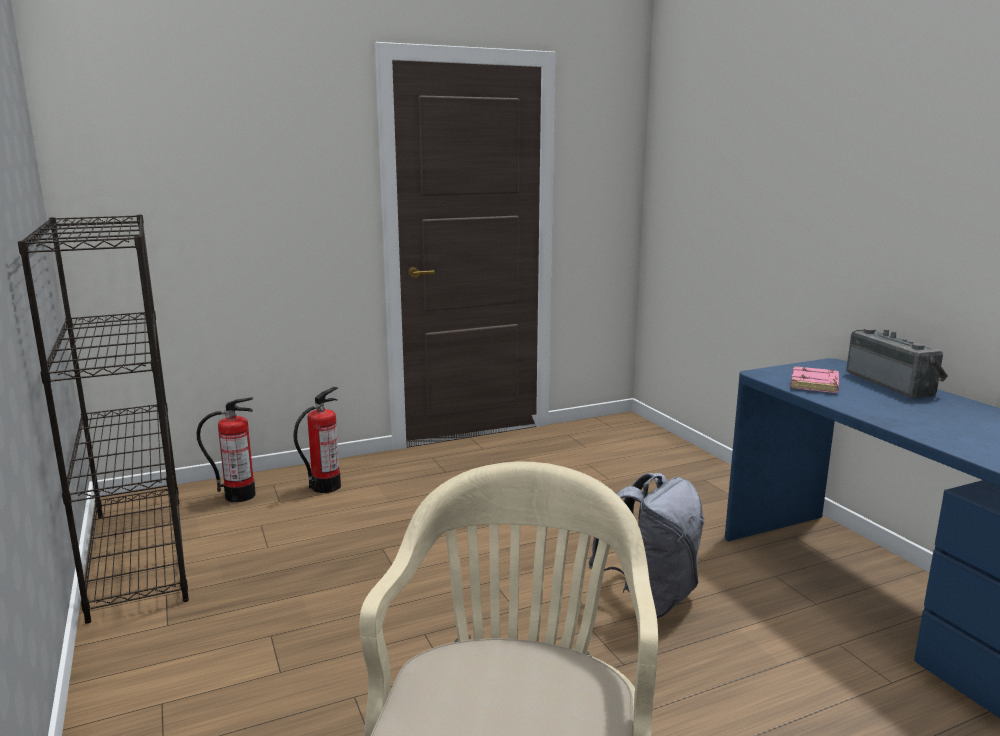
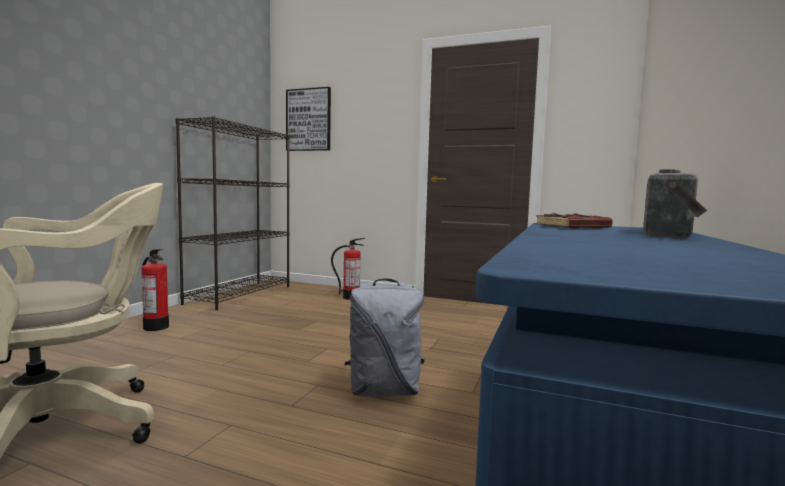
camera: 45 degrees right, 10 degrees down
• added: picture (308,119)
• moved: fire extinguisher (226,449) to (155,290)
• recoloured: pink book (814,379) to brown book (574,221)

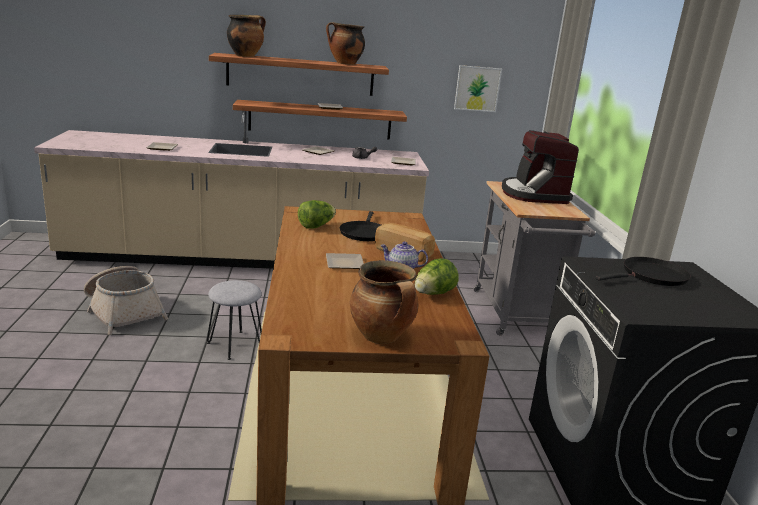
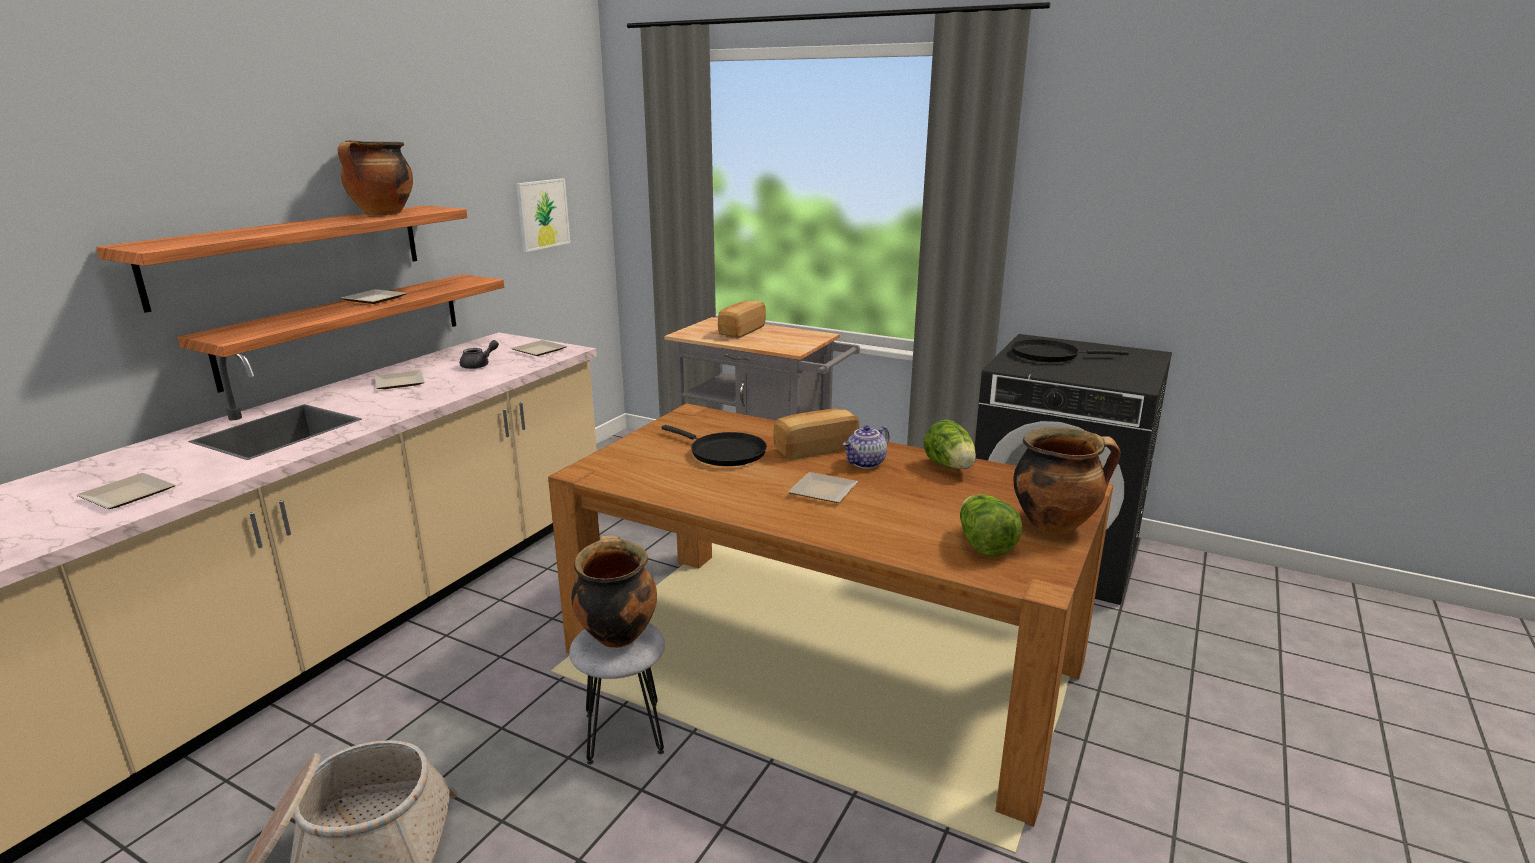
camera: 55 degrees left, 0 degrees up
• moved: cooking pot (246,36) to (614,592)
• moved: lettuce (317,214) to (991,525)
• replaced: coffee machine (540,167) to bread (742,319)
• turned: black frying pan (643,271) = (1070,350) 90 degrees counterclockwise

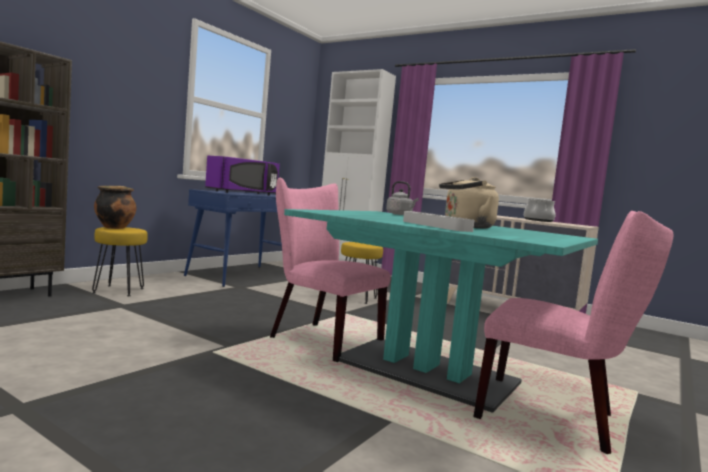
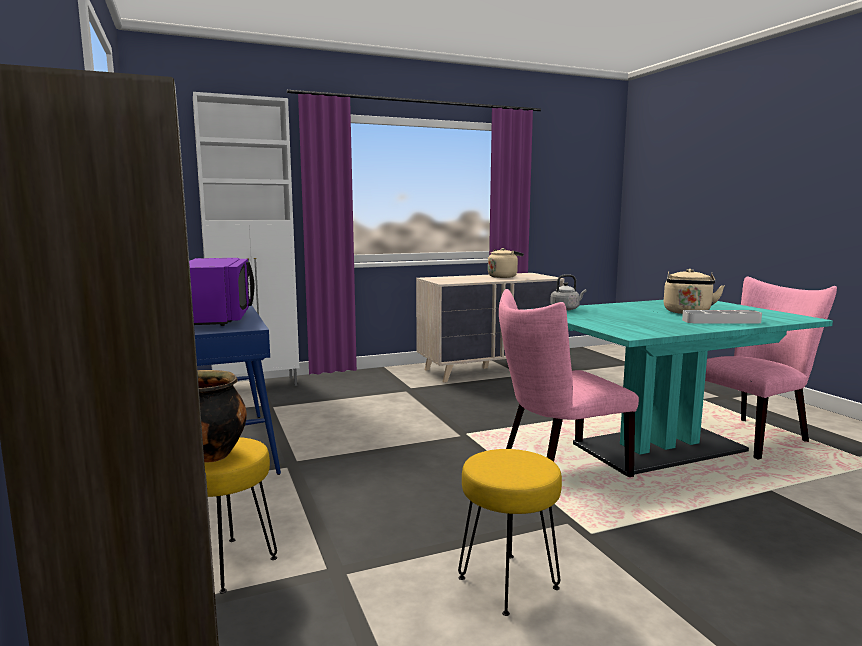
camera: 55 degrees left, 5 degrees up
• moved: yellow stool (362,273) to (510,532)
• replaced: cooking pot (540,210) to beige kettle (506,263)

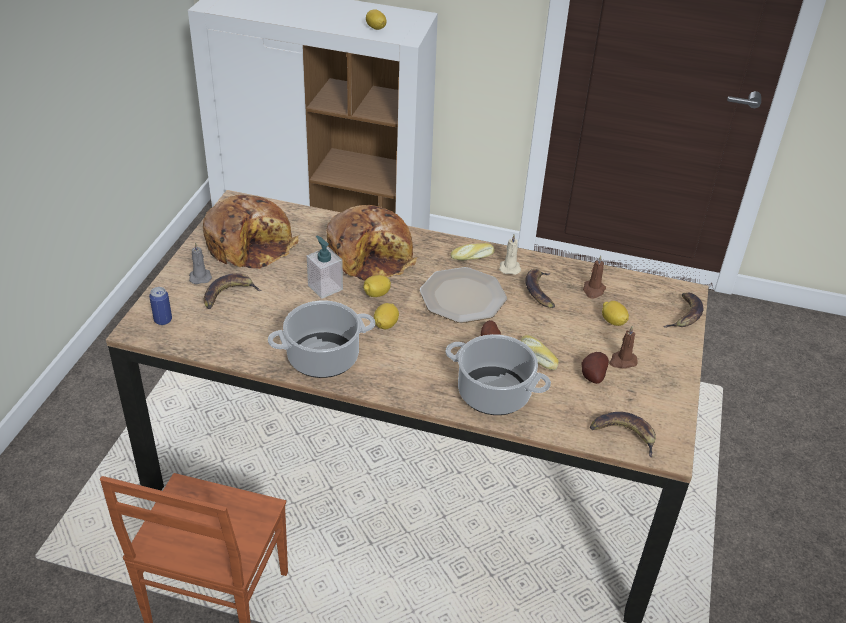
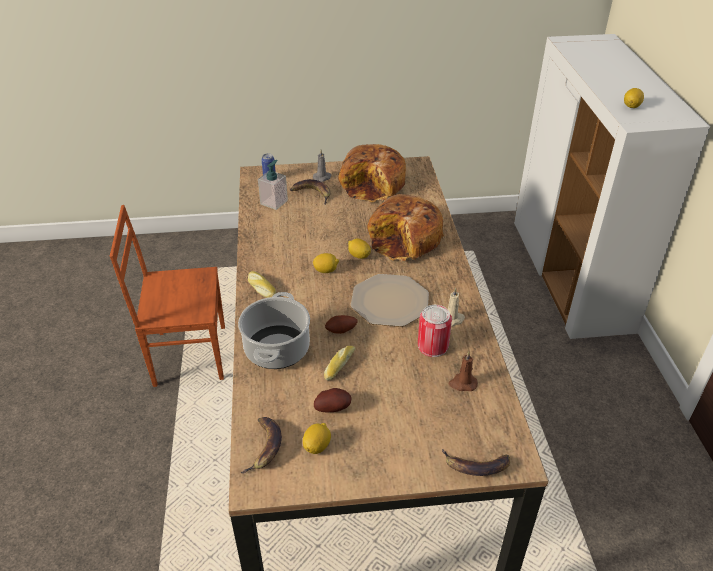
camera: 70 degrees right, 0 degrees up
• removed: cooking pot (321,339)
• removed: brown candle (623,347)
• moved: soap dispenser (325,267) to (273,185)
• moved: bread (472,251) to (262,284)
• moved: lemon (615,313) to (317,438)
• replaced: banana (540,288) to can (435,331)

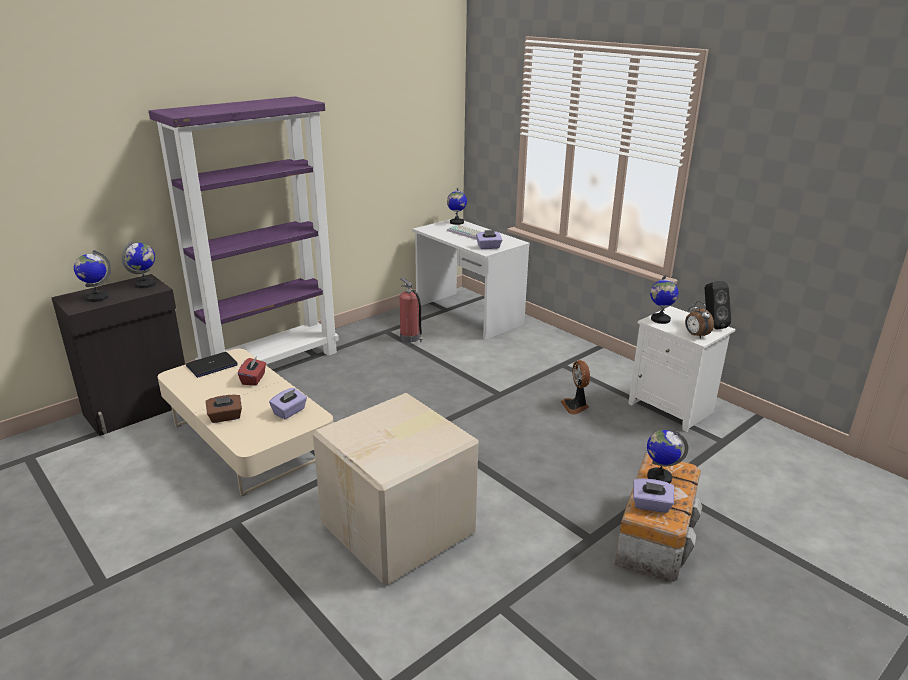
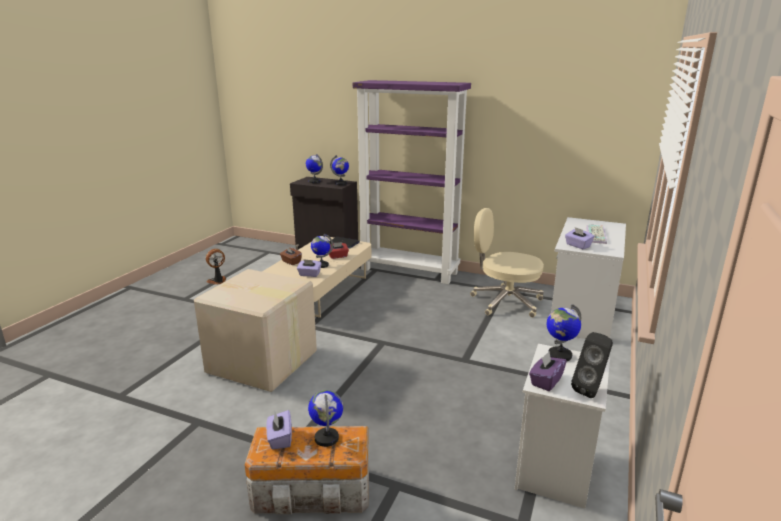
camera: 65 degrees right, 5 degrees down
• moved: globe (457,206) to (322,251)
• moved: fan (575,387) to (216,267)
• replaced: fire extinguisher (411,310) to beige office chair (507,263)
• replaced: alarm clock (699,320) to purple tissue box (548,371)

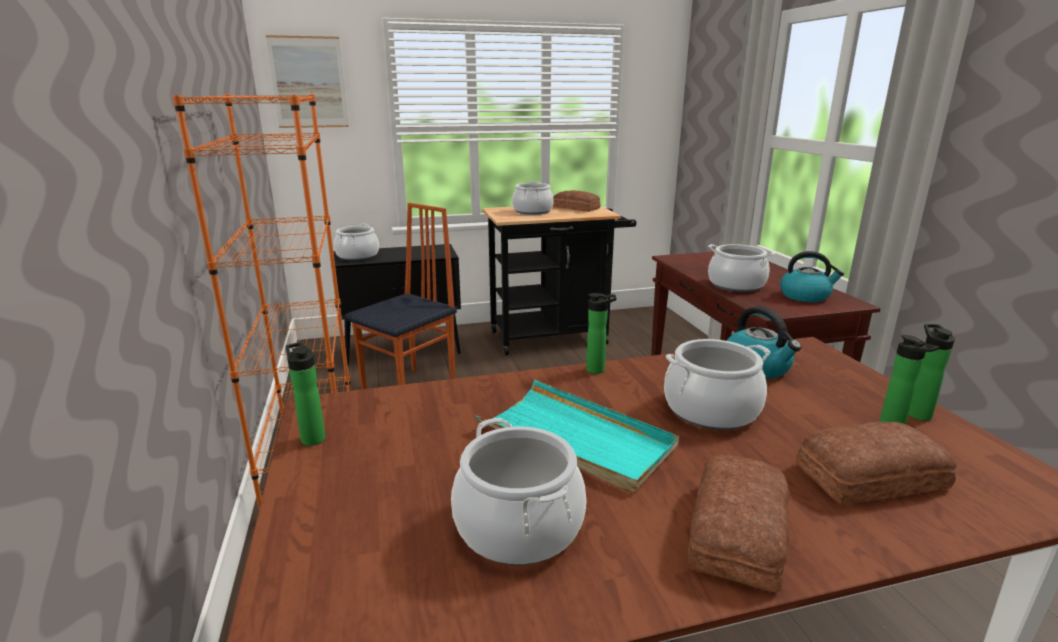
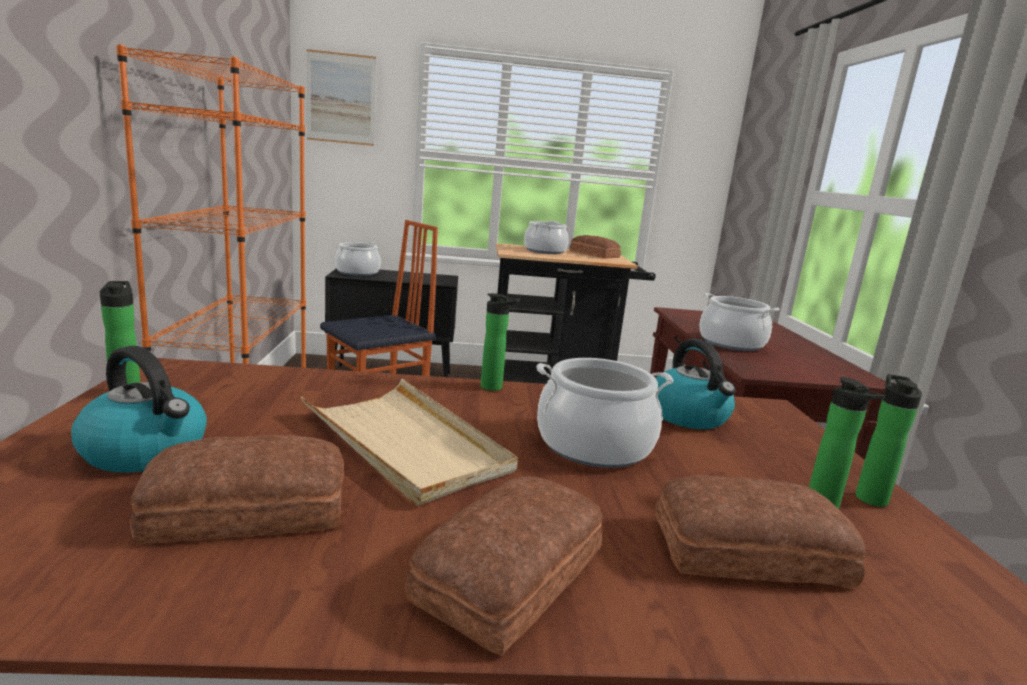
camera: 10 degrees right, 5 degrees down
• moved: kettle (812,276) to (139,409)
• replaced: cooking pot (518,491) to bread (237,489)
• recoloured: turquoise tray (577,436) to beige tray (409,442)

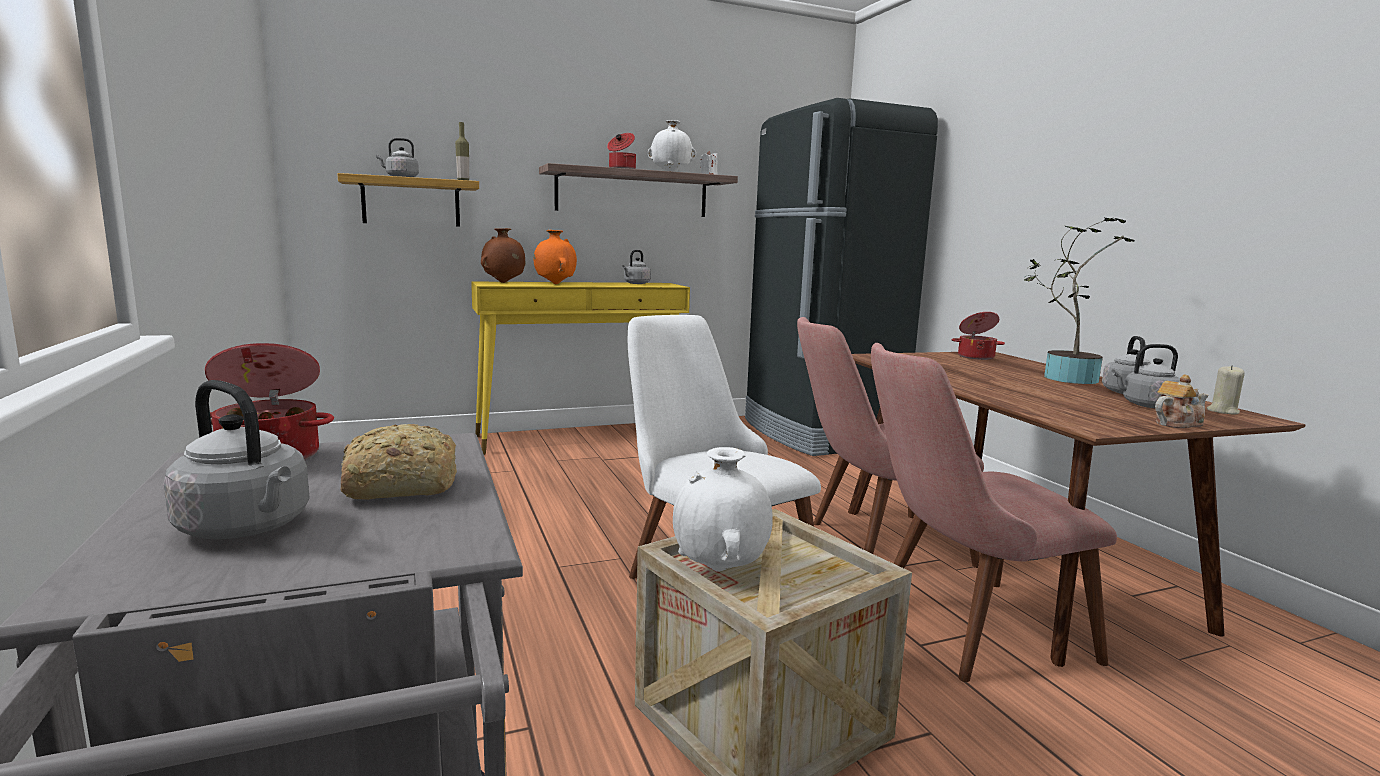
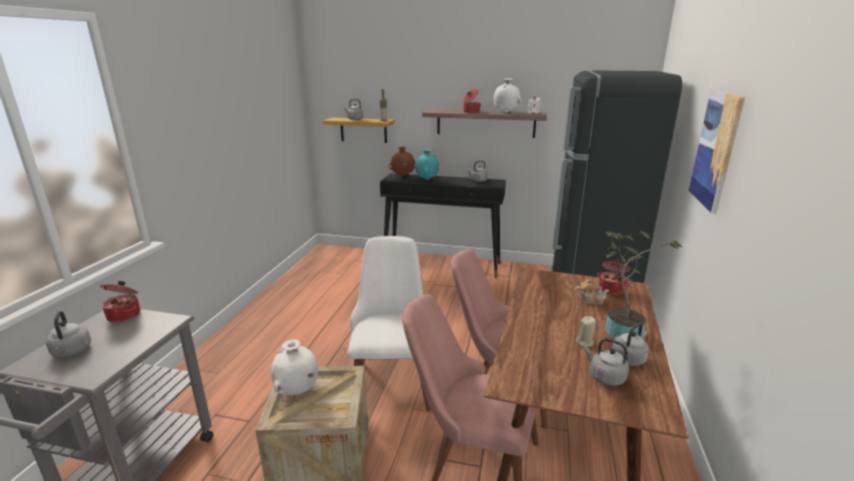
camera: 35 degrees right, 10 degrees up
• removed: bread (399,462)
• added: picture (717,152)
• moved: teapot (1182,401) to (592,292)
• moved: beige candle (1226,389) to (586,331)
• recoloured: yellow console table (580,368) to black console table (443,225)
• recoloured: orange vase (555,257) to turquoise vase (427,164)

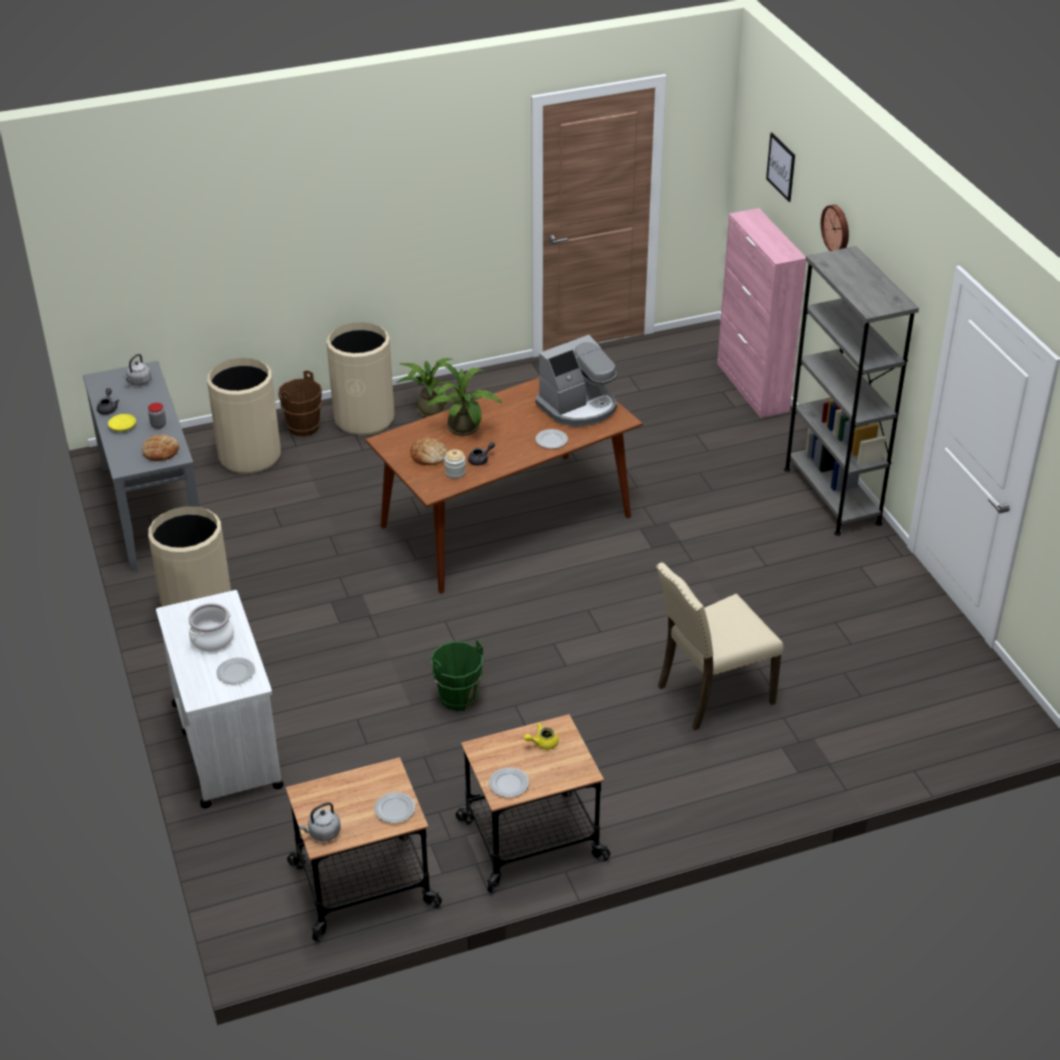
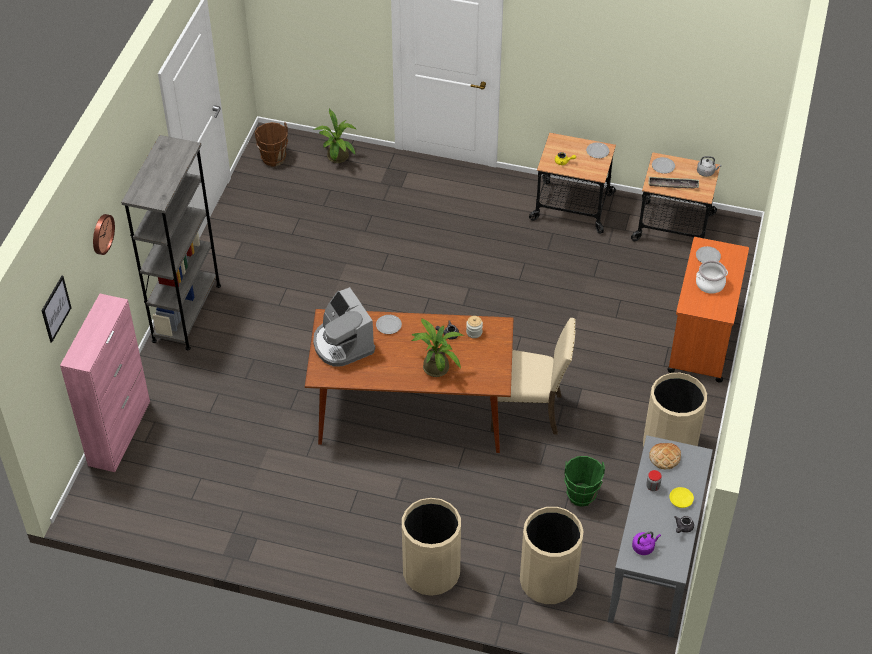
camera: 145 degrees left, 10 degrees up
• removed: bread (429,451)
• added: tray (674,183)
• moved: brown bucket (300,403) to (271,144)
• moved: potted plant (427,387) to (335,136)
• moved: green bucket (456,675) to (584,481)
• moved: beige chair (720,646) to (533,376)
• recoloured: grey kettle (137,369) to purple kettle (646,543)
• recoloured: white cart (220,699) to orange cart (708,310)
• turned: coffee machine (576,381) = (344,327) 120 degrees counterclockwise

